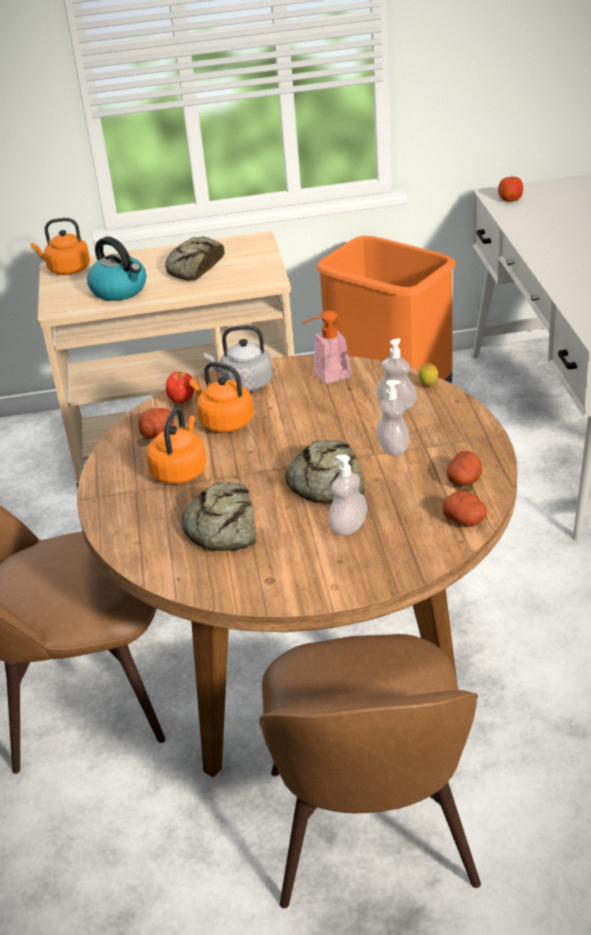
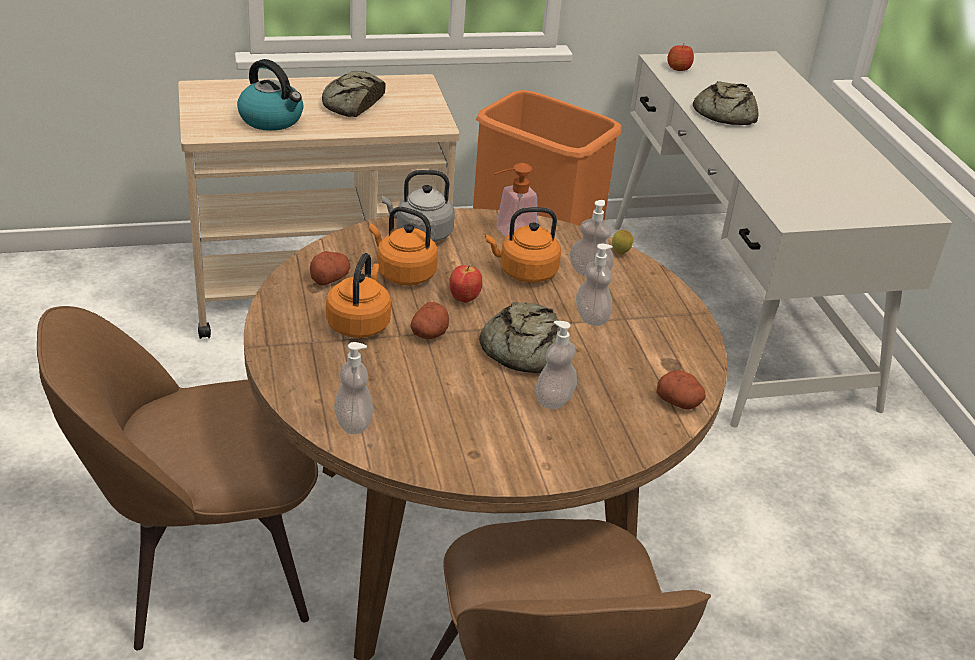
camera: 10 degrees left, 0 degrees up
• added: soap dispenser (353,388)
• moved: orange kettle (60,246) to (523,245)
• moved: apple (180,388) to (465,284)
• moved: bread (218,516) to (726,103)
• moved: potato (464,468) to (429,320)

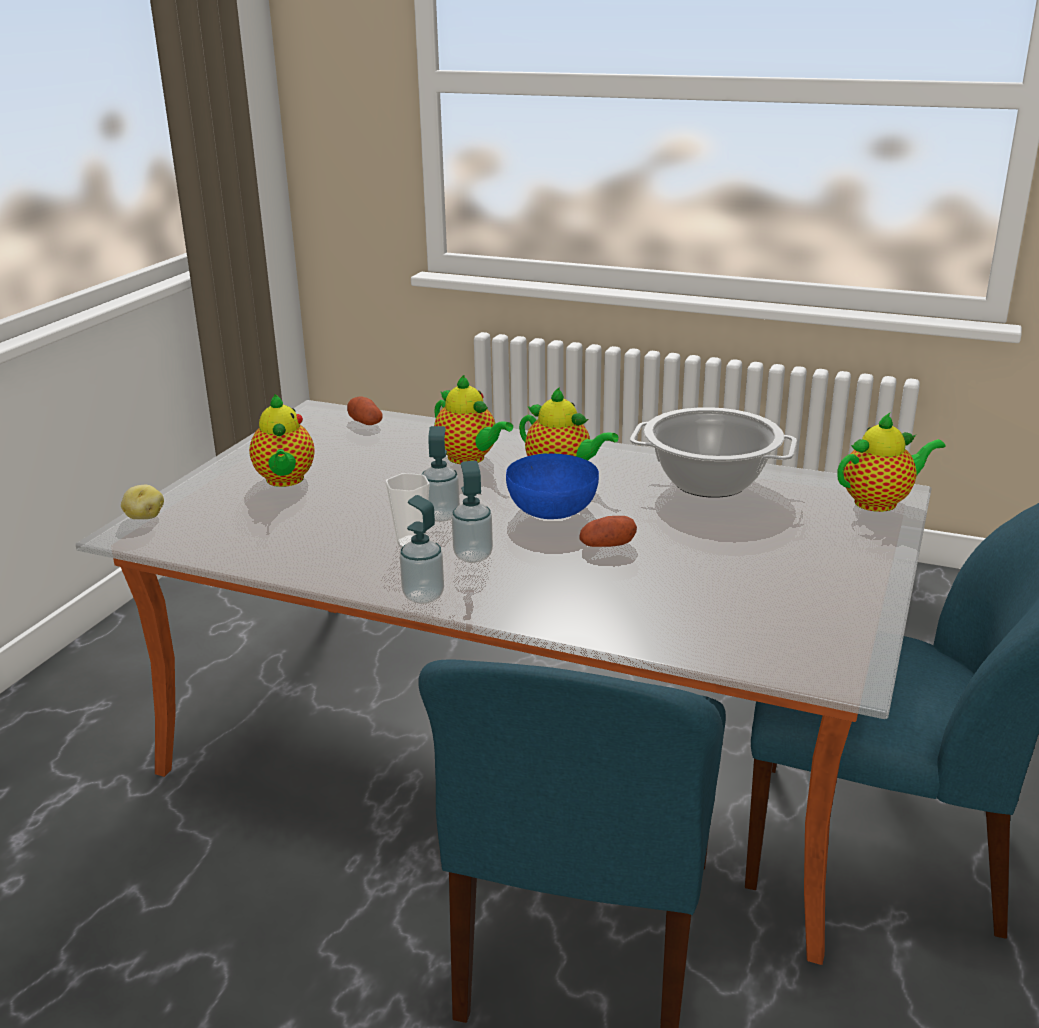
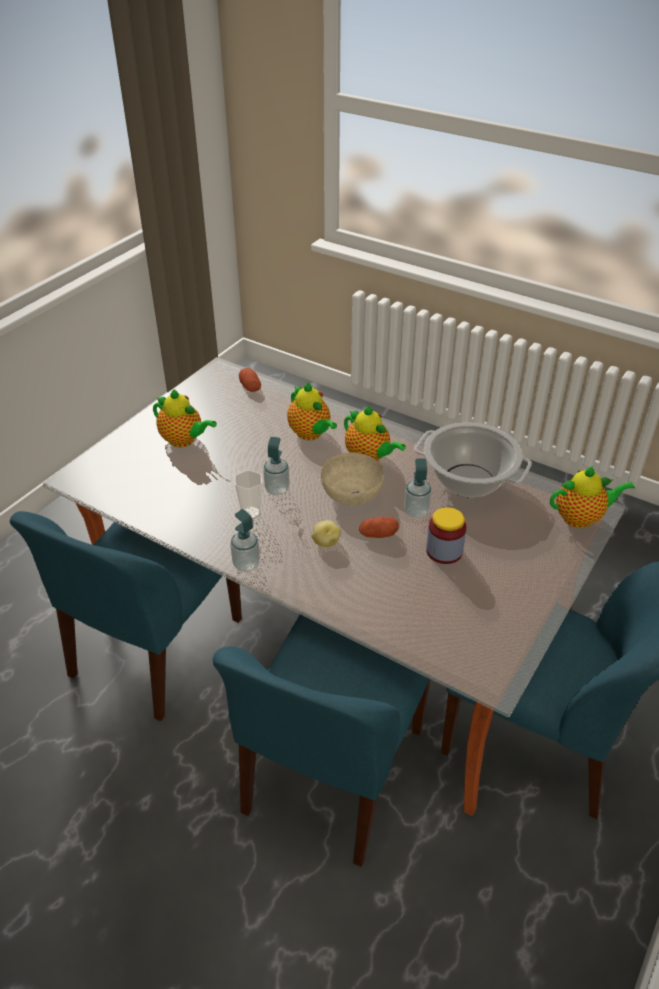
camera: 10 degrees right, 15 degrees up
• added: blue chair (126,616)
• added: jar (446,535)
• moved: potato (142,502) to (326,533)
• moved: soap dispenser (472,512) to (418,488)
• recoloured: blue bowl (552,486) to beige bowl (352,479)
• turned: teapot (282,440) = (185,418) 60 degrees counterclockwise

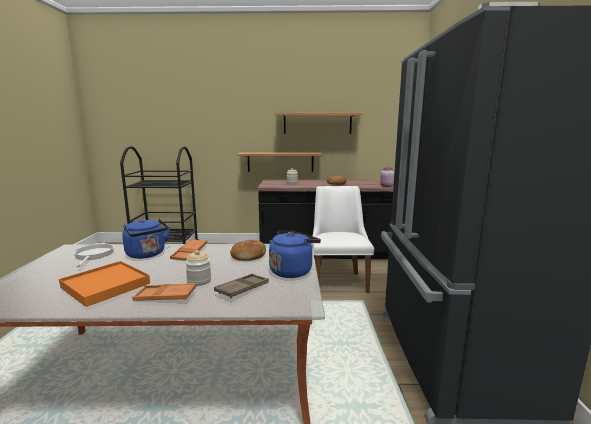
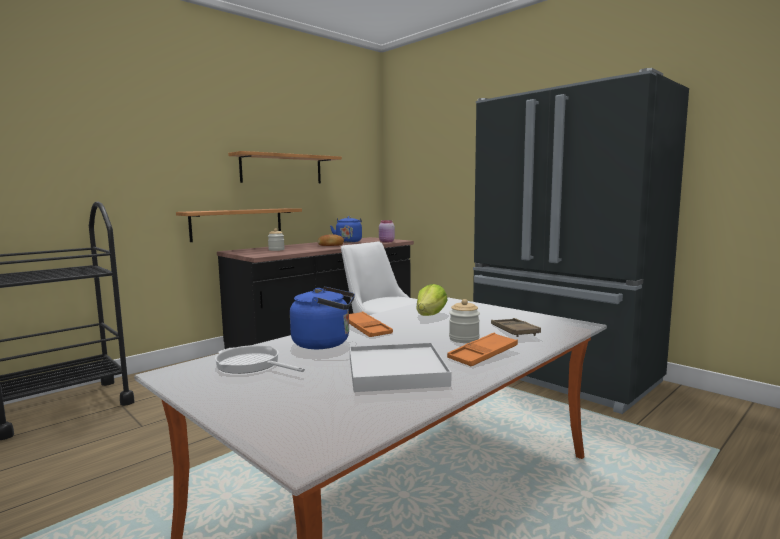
camera: 45 degrees left, 5 degrees down
• moved: blue kettle (295,254) to (346,229)
• replaced: bread (248,250) to lettuce (432,300)
• recoloured: orange tray (104,284) to white tray (400,367)

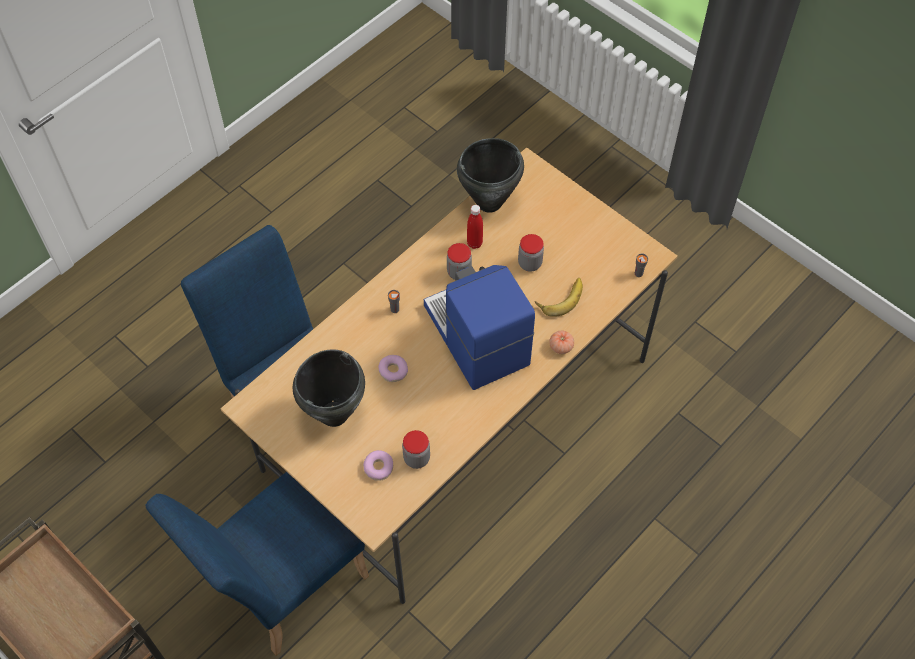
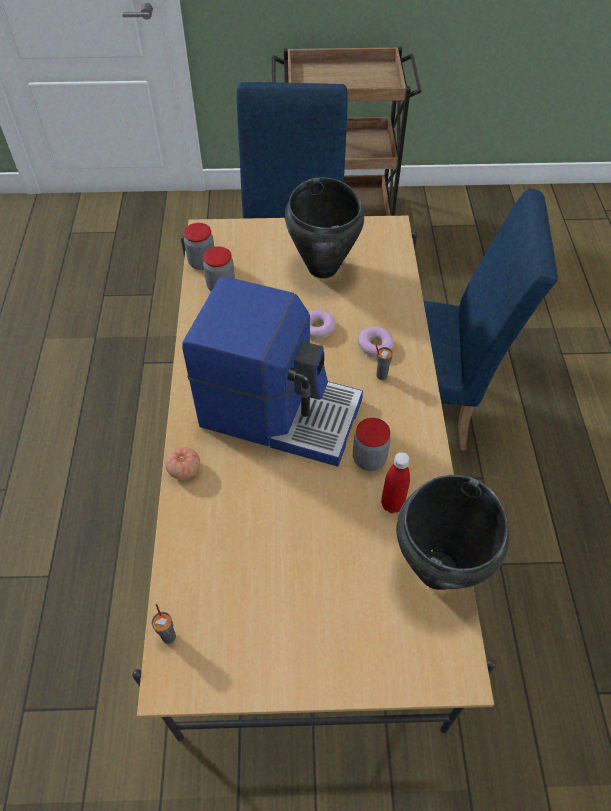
camera: 135 degrees right, 5 degrees down
• removed: banana (559,297)
• moved: donut (378,465) to (376,342)
• moved: jar (531,253) to (199,246)

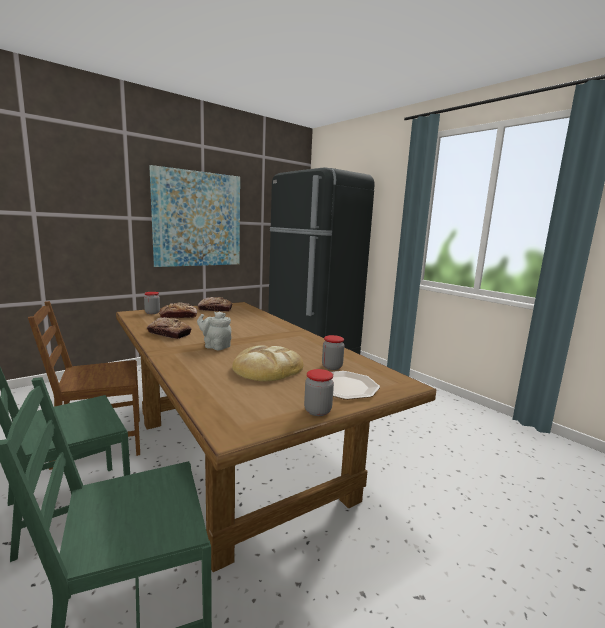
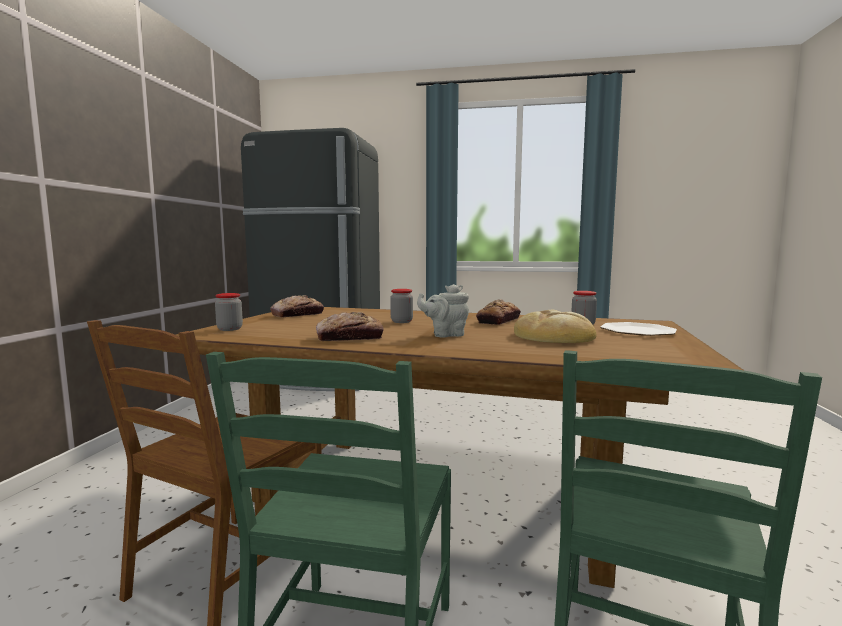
camera: 40 degrees left, 5 degrees down
• removed: picture (194,216)
• moved: bread (178,310) to (498,312)
• moved: jar (319,392) to (401,306)

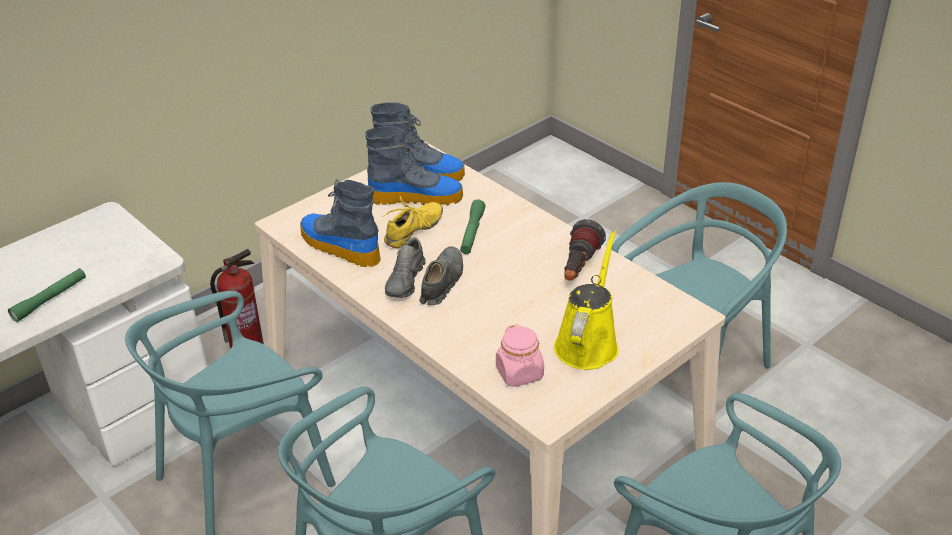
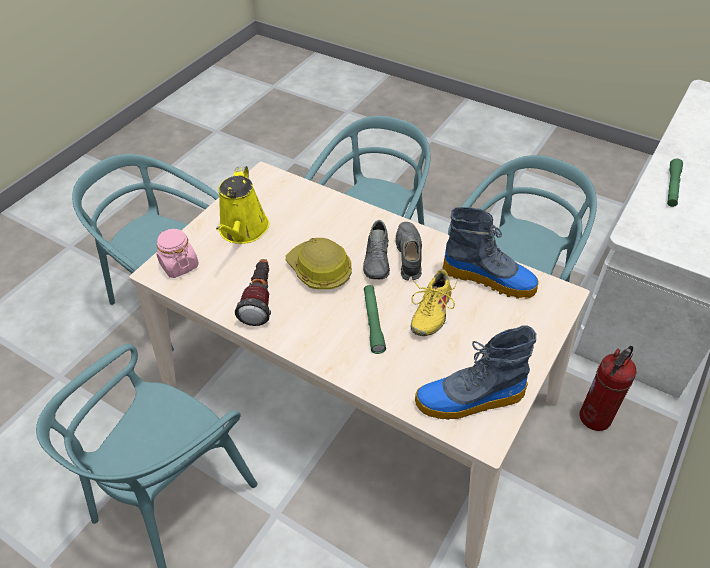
camera: 165 degrees right, 10 degrees up
• removed: boot (414,166)
• added: hard hat (319,263)
• moved: pink jar (520,355) to (177,253)

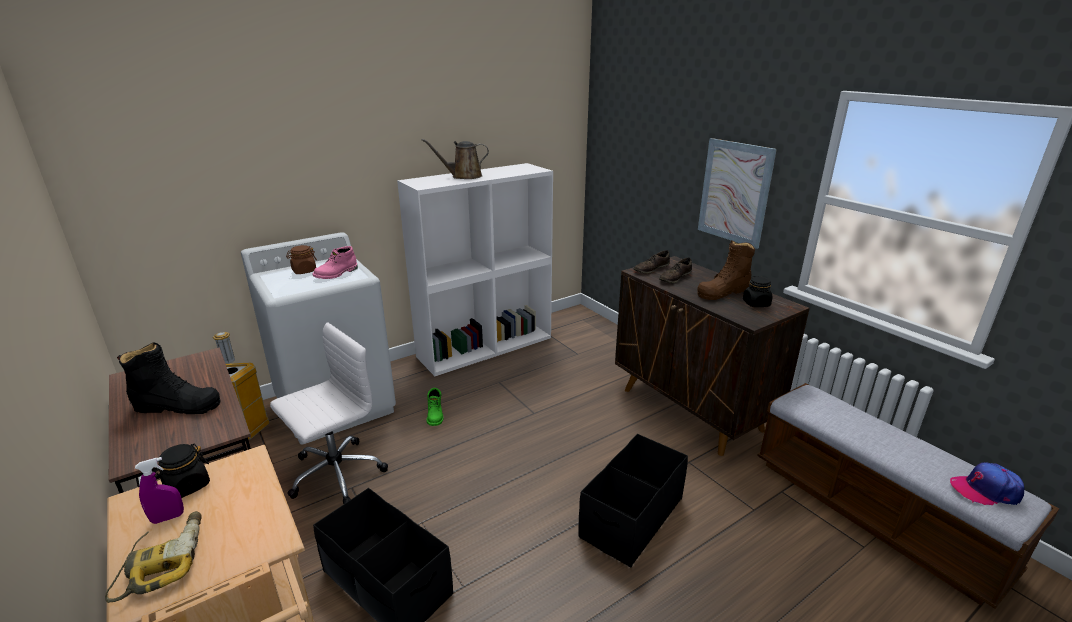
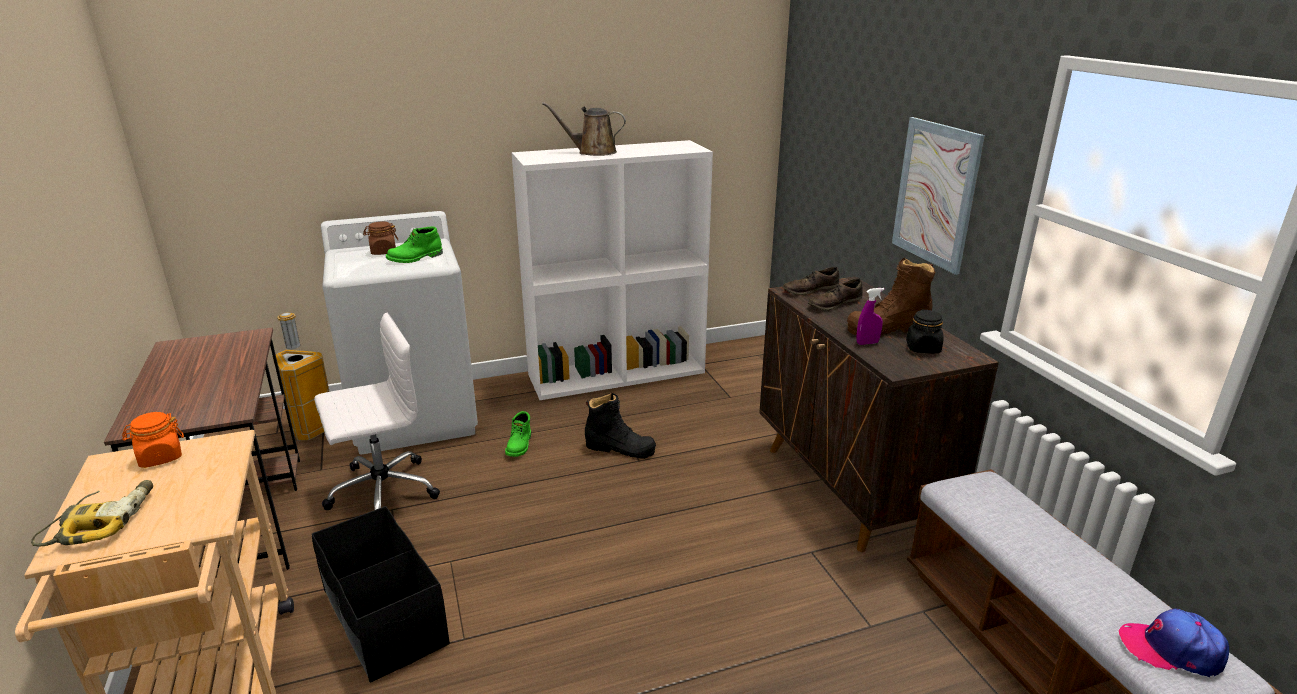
camera: 15 degrees right, 0 degrees up
• removed: black storage box (633,501)
• moved: black boot (169,378) to (620,426)
• moved: purple spray bottle (159,490) to (870,316)
• recoloured: black jar (181,470) to orange jar (153,440)
• recoloured: pink boot (335,262) to green boot (414,244)

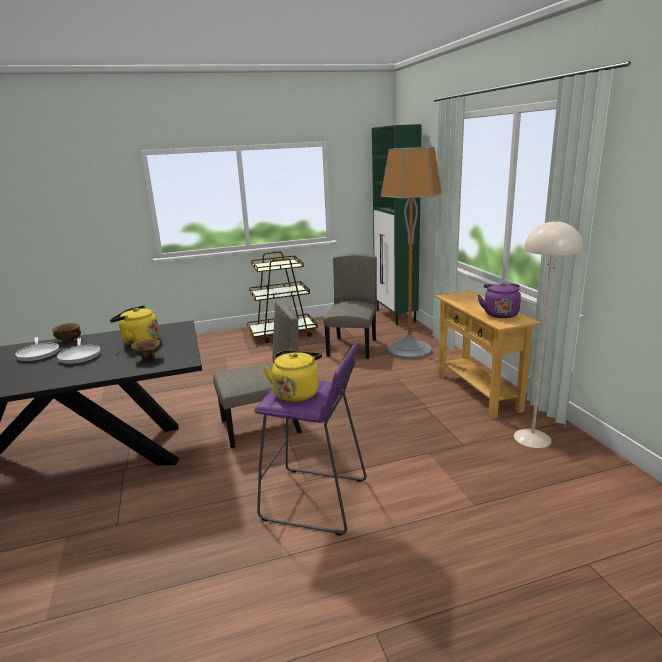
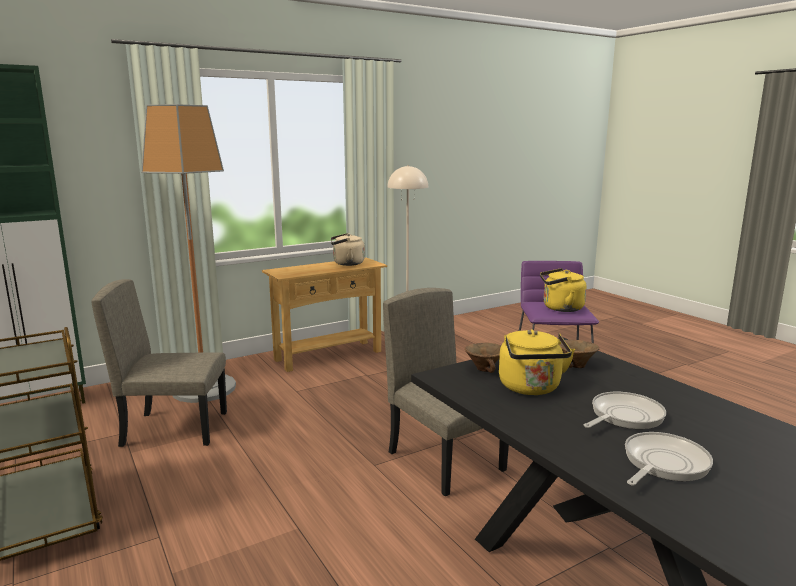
camera: 105 degrees left, 5 degrees down
• moved: brown bowl (66,332) to (483,357)
• recoloured: purple kettle (499,300) to beige kettle (348,249)

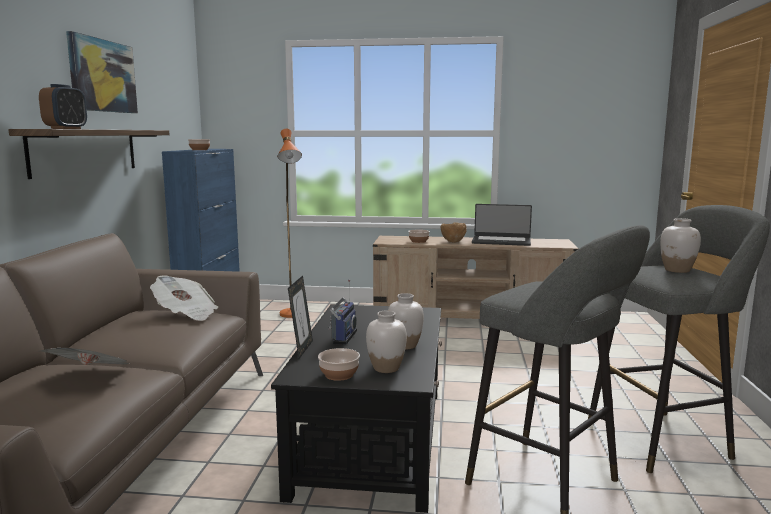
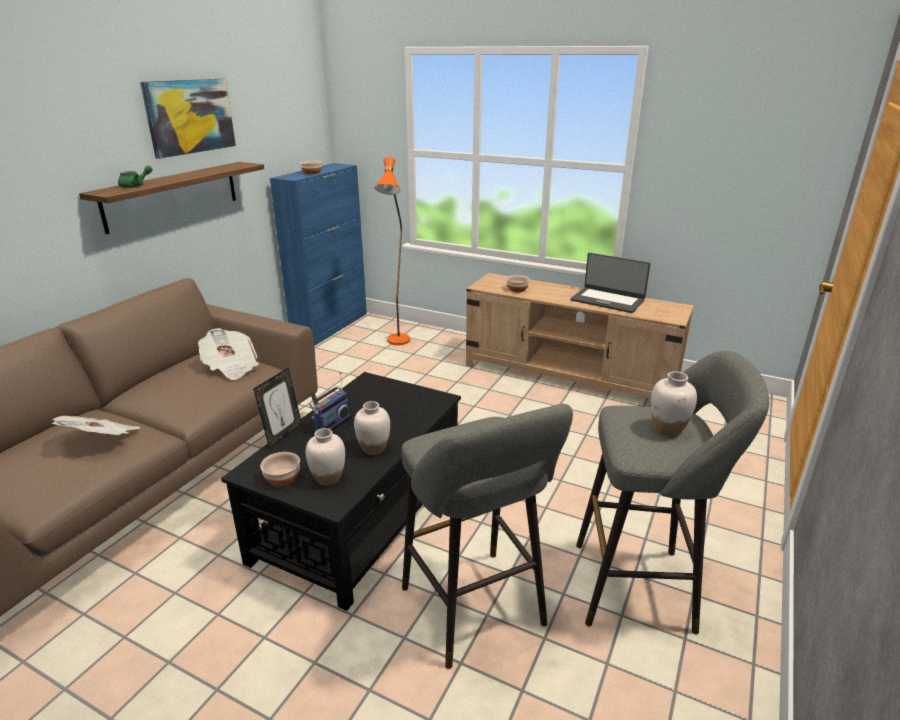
camera: 20 degrees right, 15 degrees up
• removed: brown bowl (453,232)
• replaced: alarm clock (63,106) to green teapot (135,176)

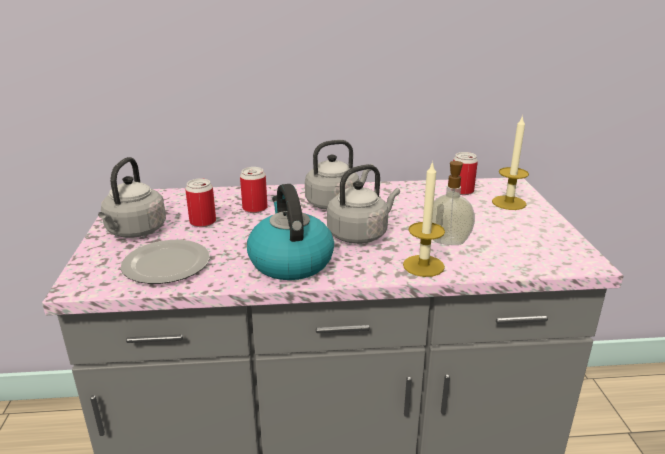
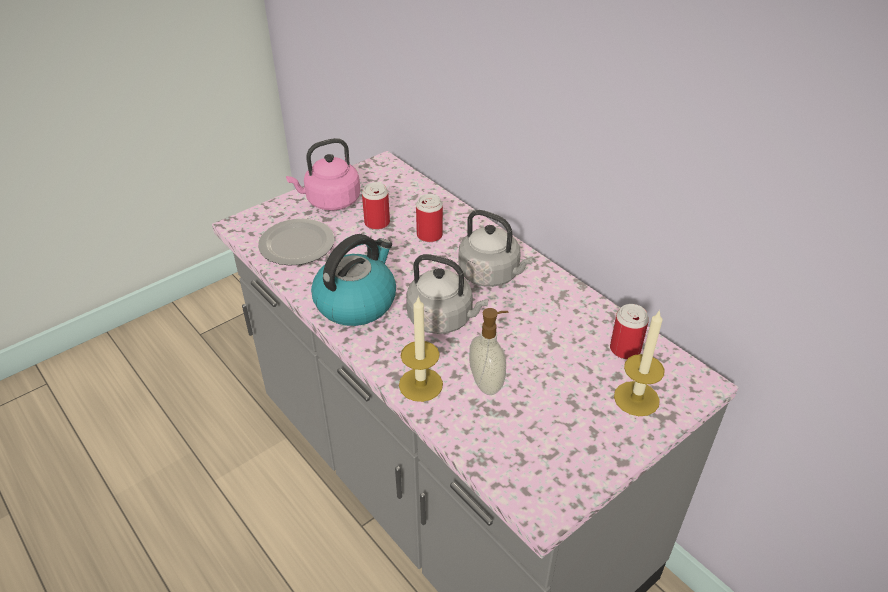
camera: 55 degrees right, 15 degrees up
• recoloured: grey kettle (132,197) to pink kettle (323,174)

